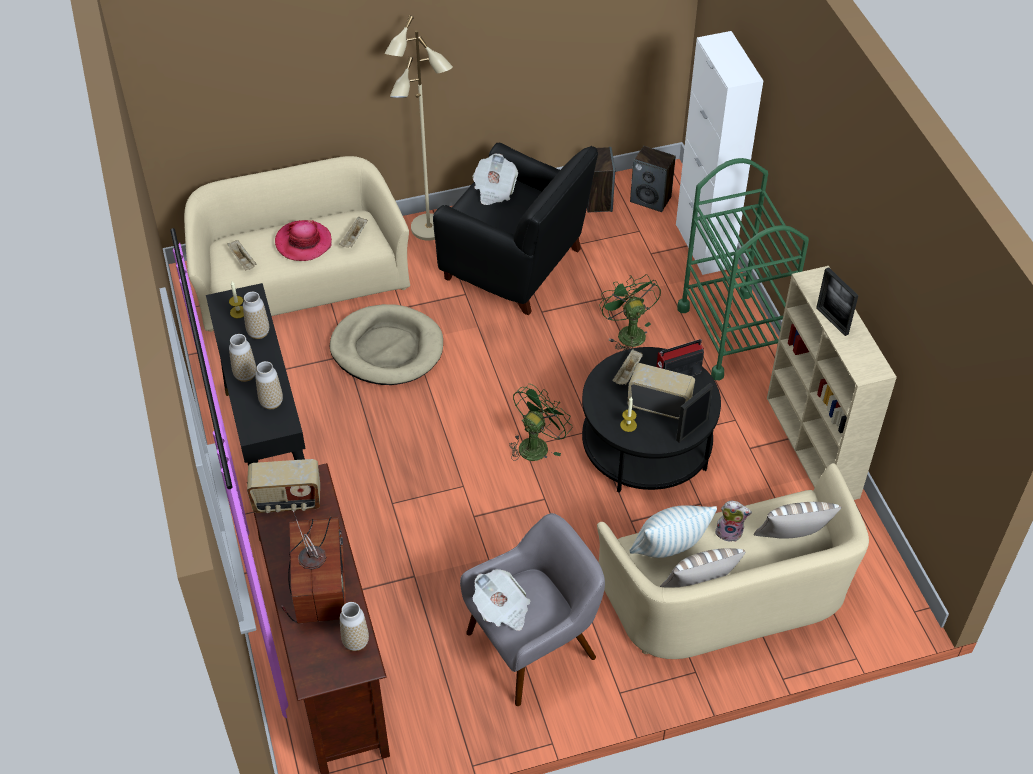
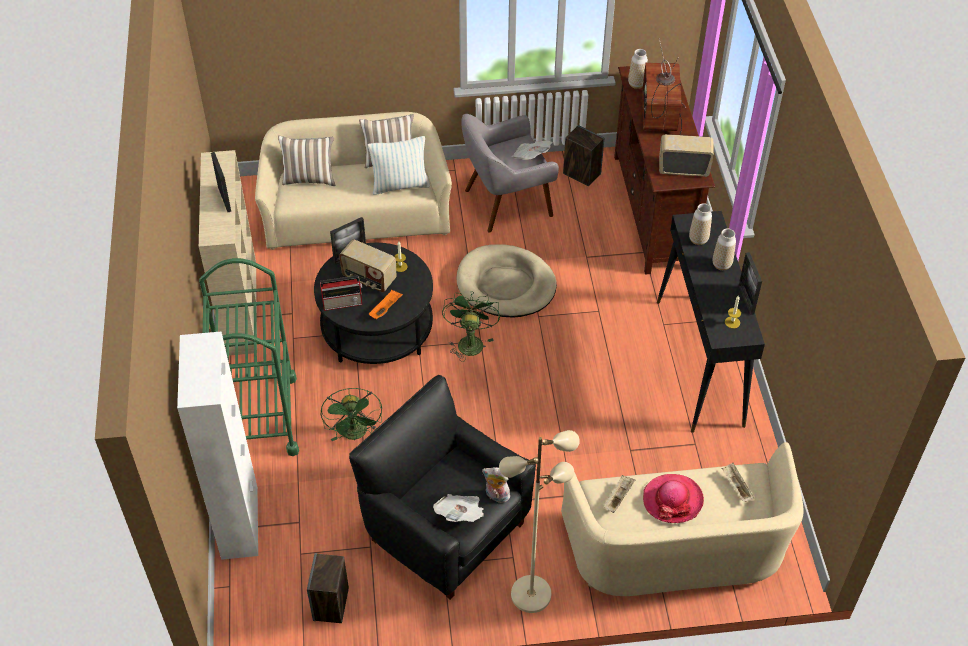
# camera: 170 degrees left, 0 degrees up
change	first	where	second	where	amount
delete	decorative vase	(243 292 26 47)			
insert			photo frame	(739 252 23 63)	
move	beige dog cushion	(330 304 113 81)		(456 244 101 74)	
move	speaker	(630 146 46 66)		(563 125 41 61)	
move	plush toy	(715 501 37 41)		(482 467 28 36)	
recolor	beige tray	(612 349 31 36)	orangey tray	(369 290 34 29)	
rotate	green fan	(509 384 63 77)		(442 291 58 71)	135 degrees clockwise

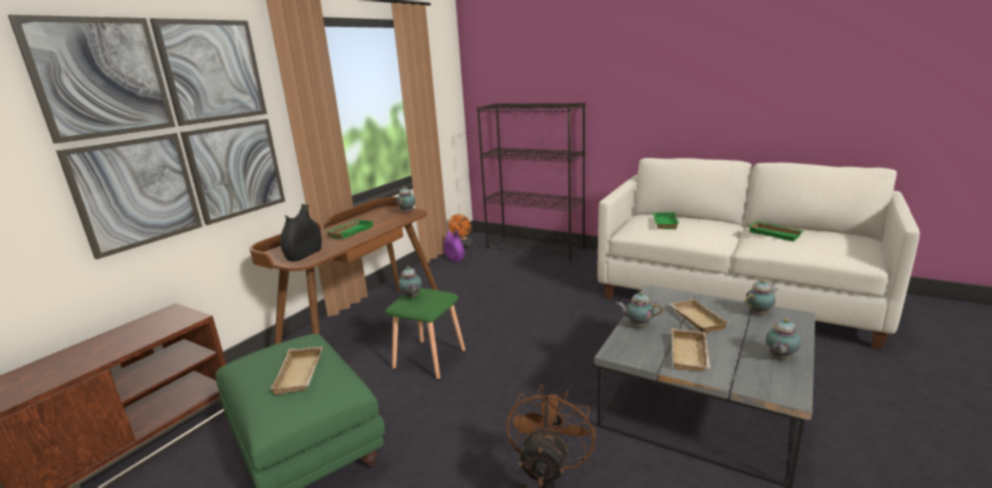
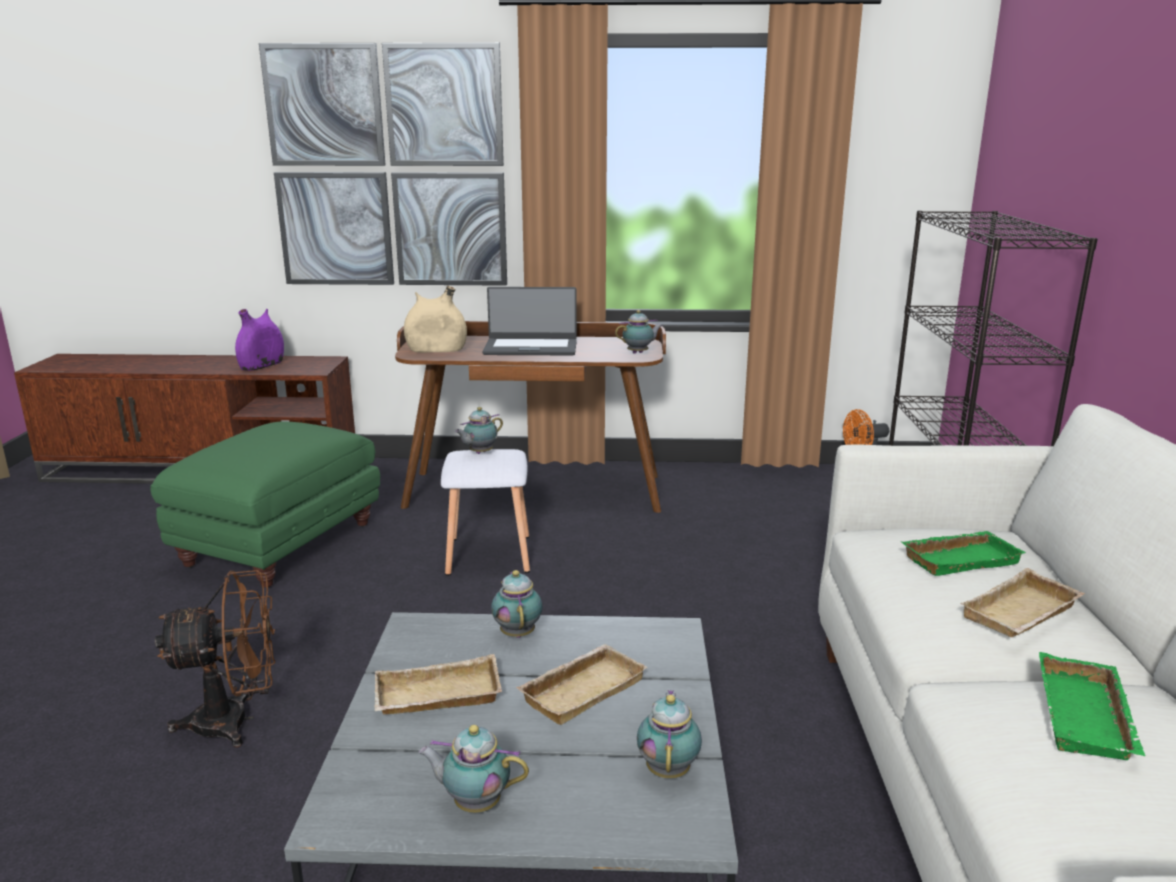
# camera: 60 degrees right, 0 degrees up
change	first	where	second	where	amount
move	beige tray	(270 346 53 49)		(960 568 125 69)	
move	purplish decorative vase	(444 230 20 32)		(235 309 49 61)	
replace	green tray	(325 220 49 19)	portable computer	(483 287 94 68)	
recolor	black-coloured decorative vase	(280 204 42 57)	beige decorative vase	(404 286 63 67)	
recolor	green stool	(385 288 80 92)	white-coloured stool	(441 449 89 127)	
rotate	tea pot	(745 280 33 35)		(637 690 65 88)	120 degrees counterclockwise

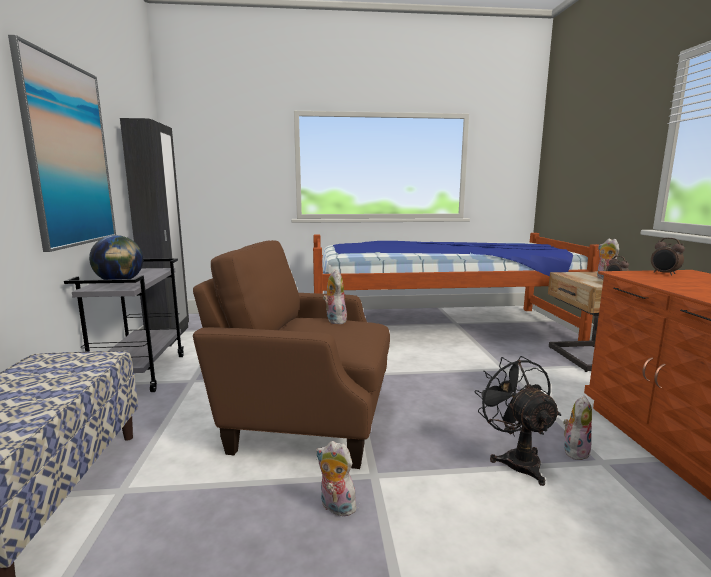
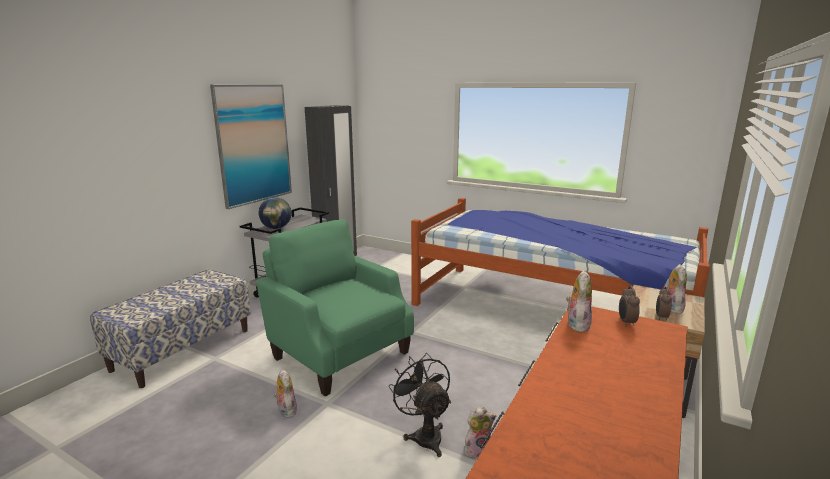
# camera: 35 degrees right, 5 degrees up
change	first	where	second	where	amount
move	plush toy	(323 269 24 55)		(566 270 26 62)	
recolor	brown-coloured armchair	(193 240 197 229)	green armchair	(256 219 158 178)	
rotate	black-coloured fan	(474 356 87 130)		(389 353 62 104)	45 degrees counterclockwise

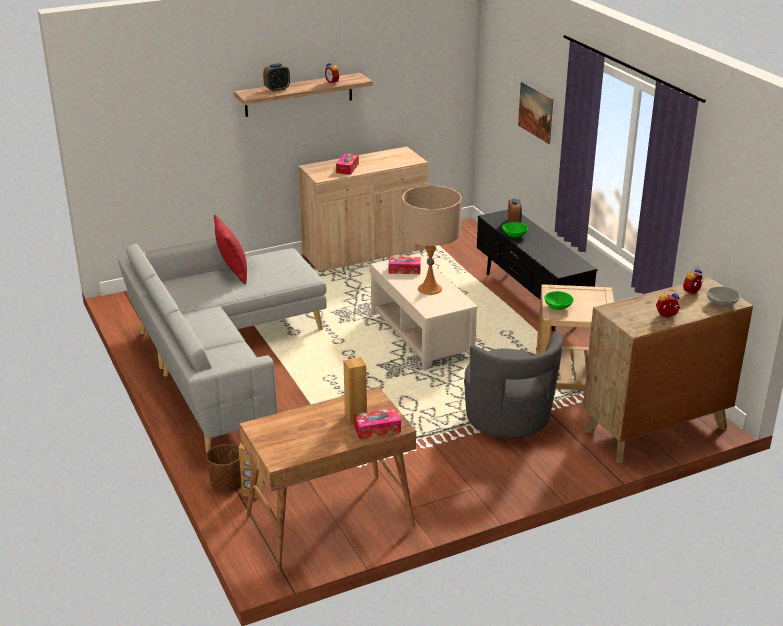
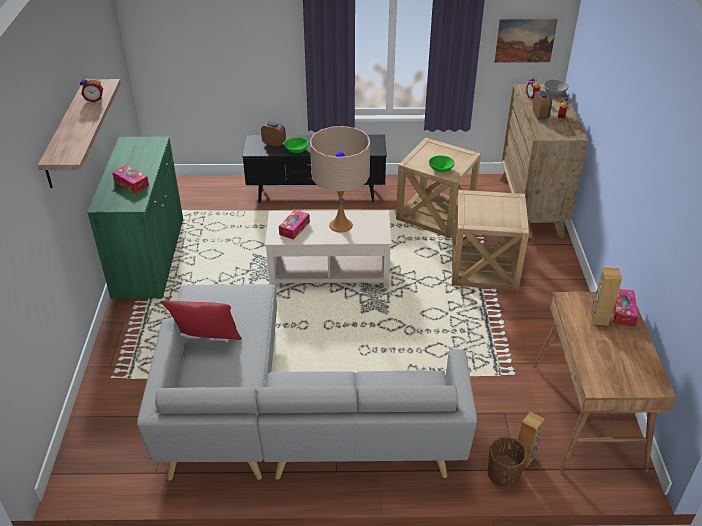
# camera: 65 degrees left, 10 degrees up
change	first	where	second	where	amount
move	bedside clock	(263 63 27 29)		(533 91 19 29)	
move	wall art	(518 81 35 63)		(494 19 64 44)	
replace	gray armchair	(464 330 99 108)	beige side table	(452 190 77 100)	
recolor	beige storage cabinet	(298 146 130 126)	green storage cabinet	(87 137 96 163)	

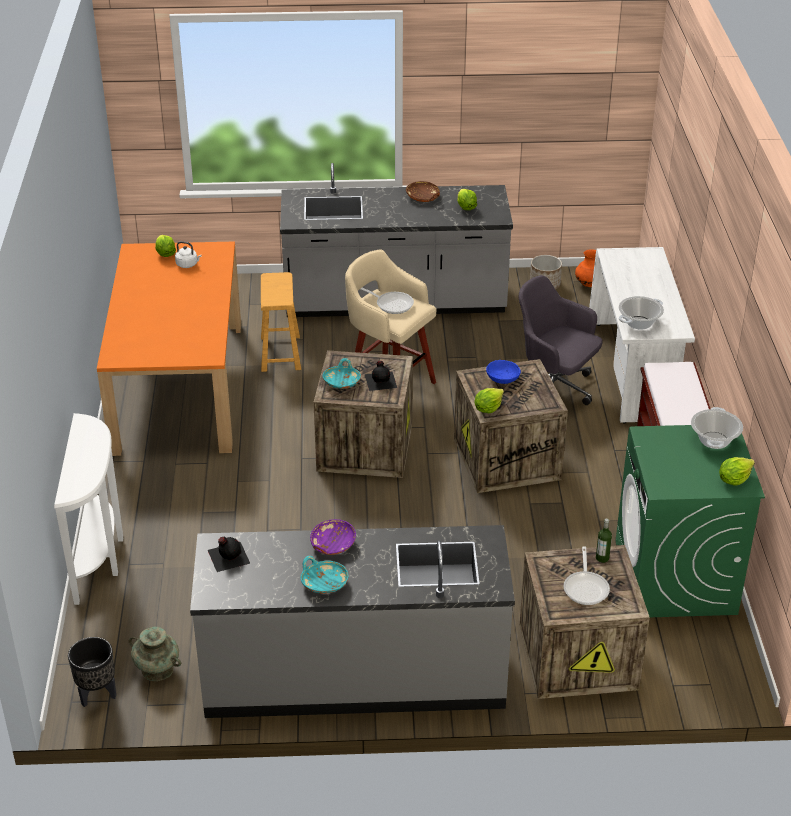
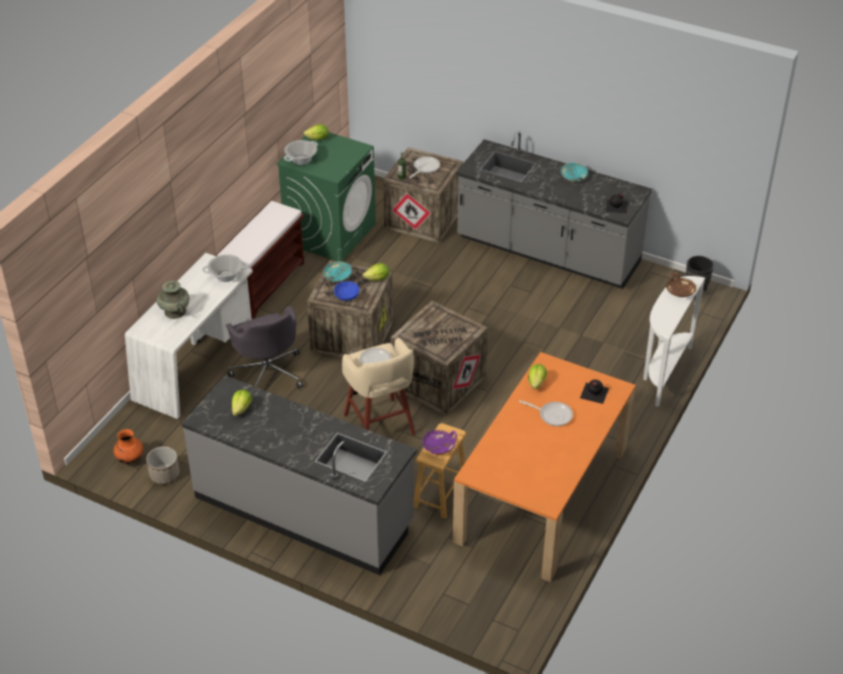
# camera: 150 degrees left, 5 degrees up
change	first	where	second	where	amount
delete	white-coloured water kettle	(175 241 27 27)			
insert			pan	(519 400 54 26)	
move	blue-green decorative vase	(129 627 52 54)		(157 281 33 38)	
move	lettuce head	(155 235 21 22)		(528 364 19 25)	
move	purplish bowl	(310 519 46 36)		(422 430 35 25)	
move	blue-green bowl	(323 358 38 31)		(323 261 29 22)	
move	black-coloured beverage bottle	(365 361 32 30)		(580 380 29 24)	
move	brown-coloured bowl	(406 181 34 21)		(666 272 30 25)	

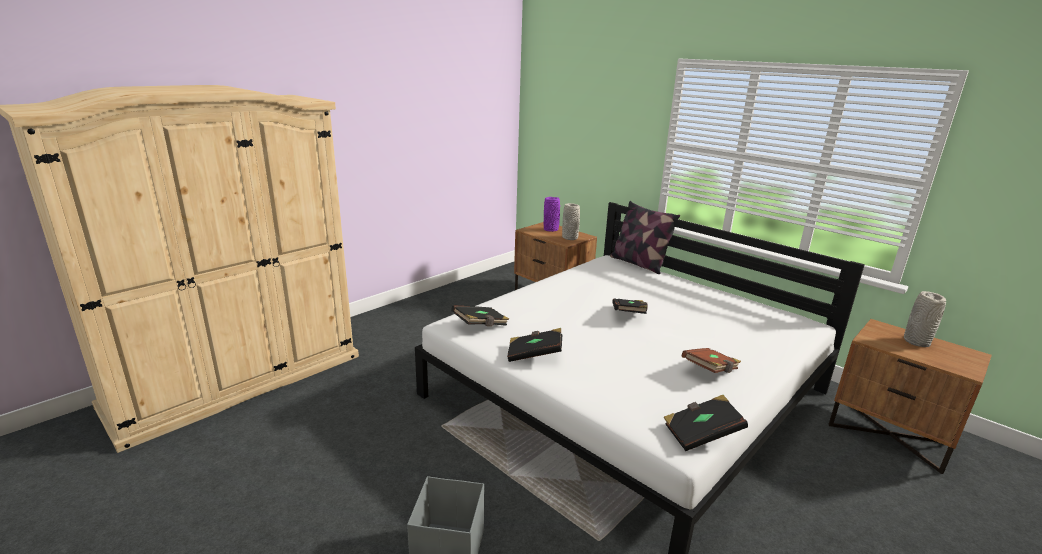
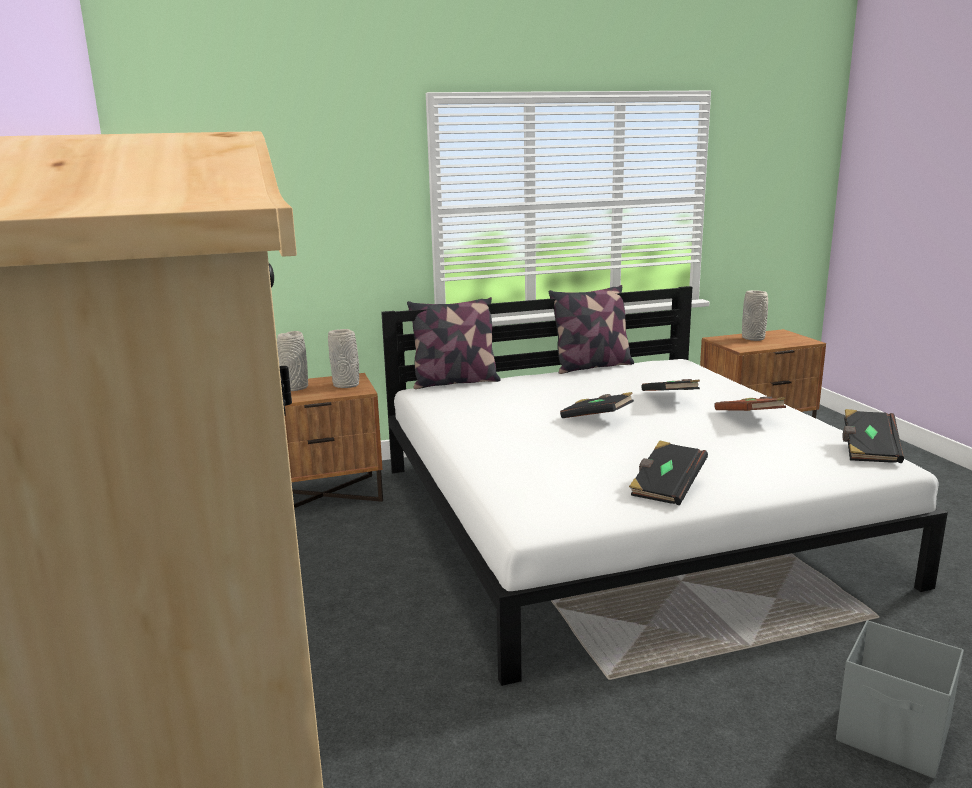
# camera: 60 degrees left, 5 degrees down
change	first	where	second	where	amount
insert			cushion	(549 285 85 89)	
move	black-coloured bound book	(451 305 58 21)		(641 379 59 12)	
recolor	purplish decorative vase	(543 197 17 35)	gray decorative vase	(277 331 31 60)	

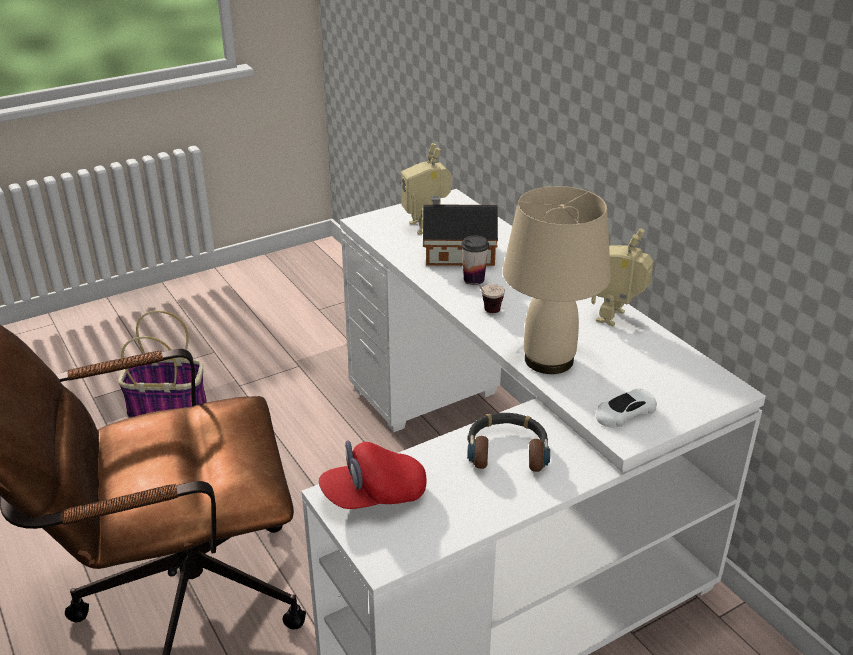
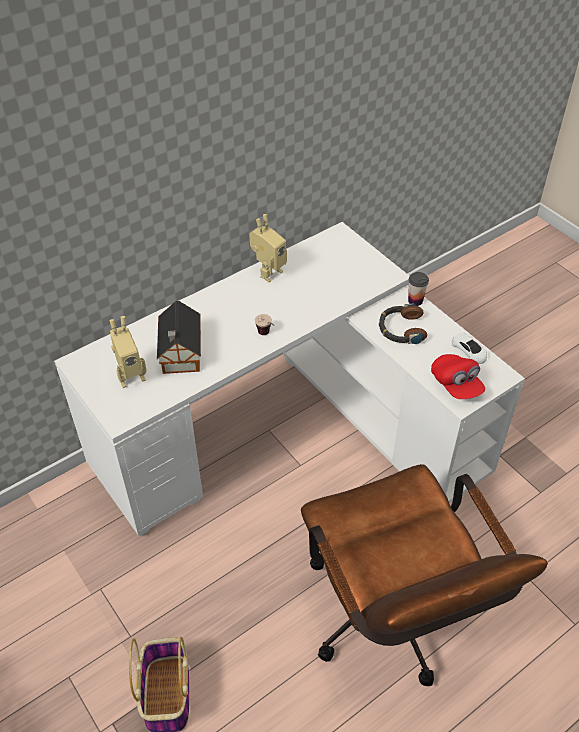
# camera: 95 degrees left, 15 degrees up
change	first	where	second	where	amount
delete	beige lamp for a table	(503 186 108 188)			
move	drinking cup	(461 235 28 50)		(408 272 21 34)	
move	white-coloured toy car	(596 388 61 40)		(452 332 35 32)	
rotate	robot figure	(591 228 63 98)		(249 214 38 69)	75 degrees counterclockwise

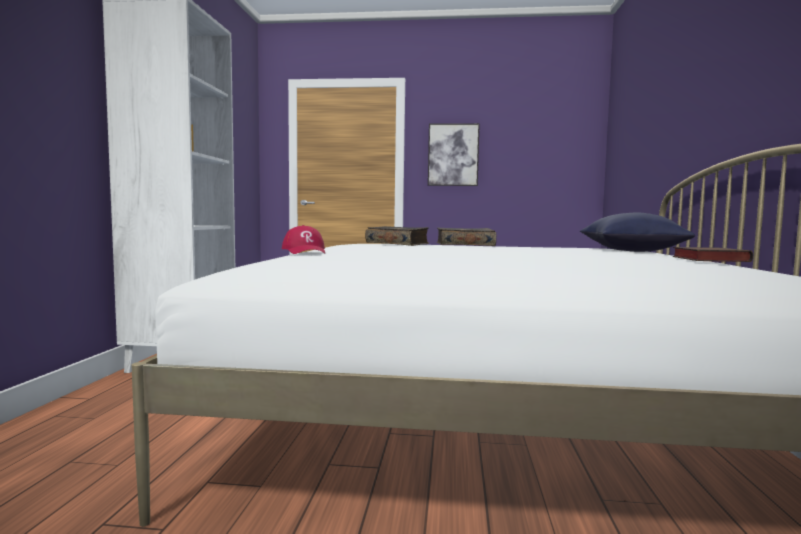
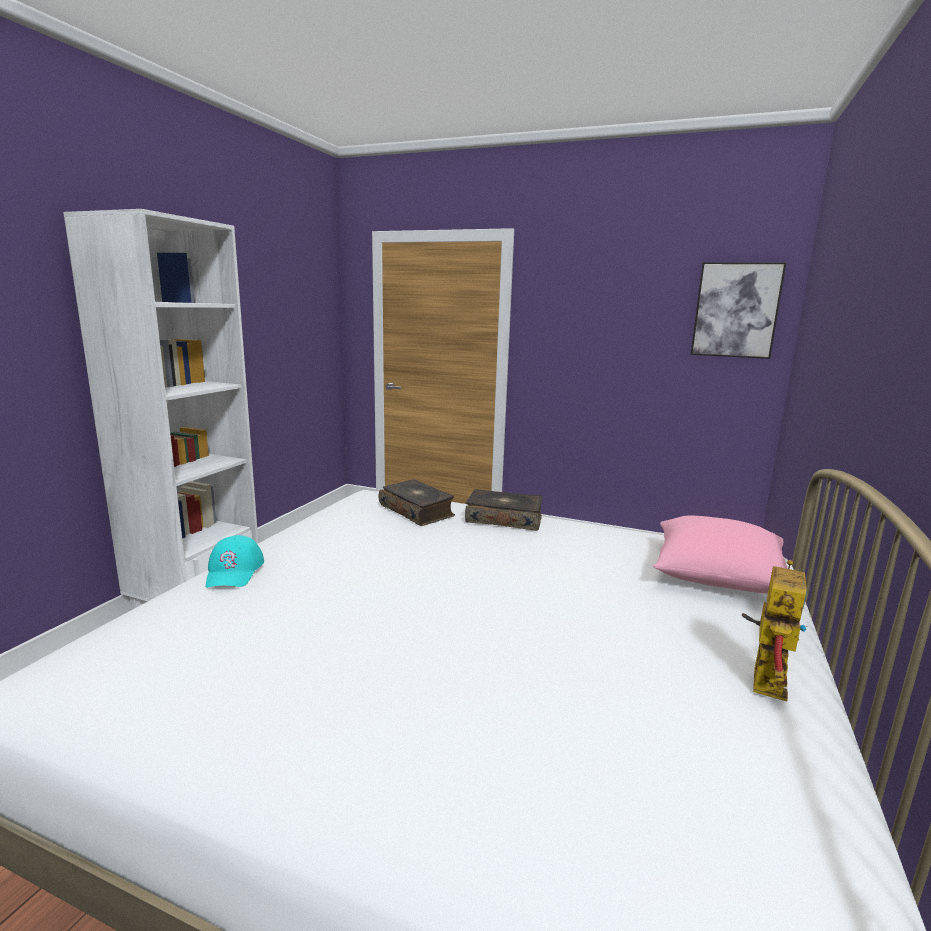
# camera: 15 degrees right, 10 degrees up
change	first	where	second	where	amount
move	wall art	(428 123 52 63)		(691 262 95 97)	
replace	bound book	(672 247 81 15)	robot figure	(742 560 65 141)	
recolor	red-coloured cap	(282 225 43 29)	blue-green cap	(205 535 59 53)	
recolor	blue cushion	(580 213 115 39)	pink cushion	(653 515 135 79)	

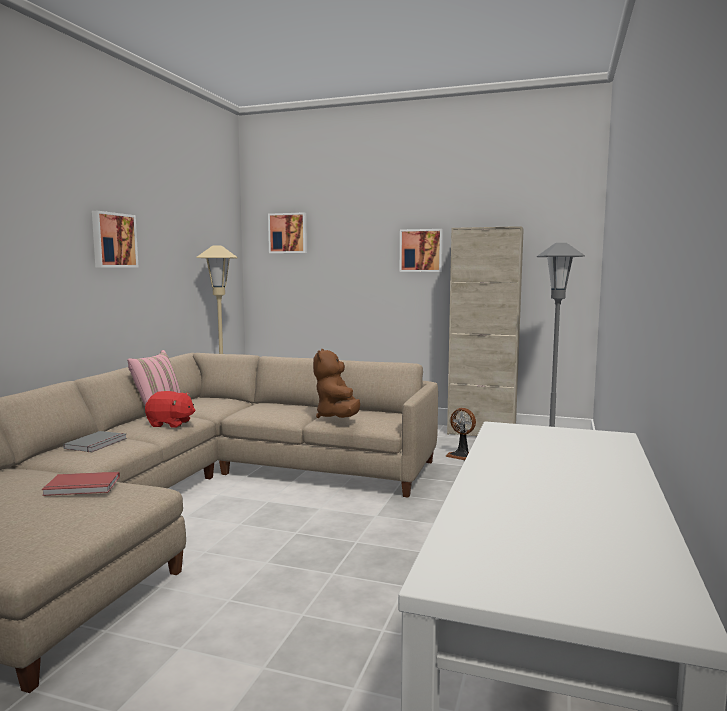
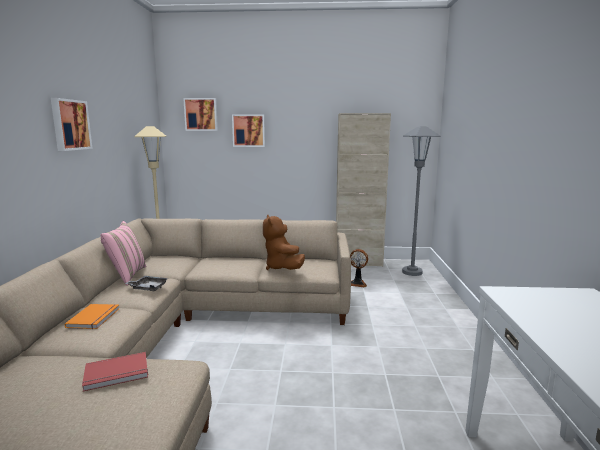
# camera: 15 degrees left, 5 degrees up
change	first	where	second	where	amount
move	wall art	(400 229 43 43)		(232 114 33 33)	
replace	red-coloured plush toy	(145 391 50 37)	gray tray	(125 276 44 15)	
recolor	gray bound book	(63 431 64 21)	orangey bound book	(65 304 55 25)	

